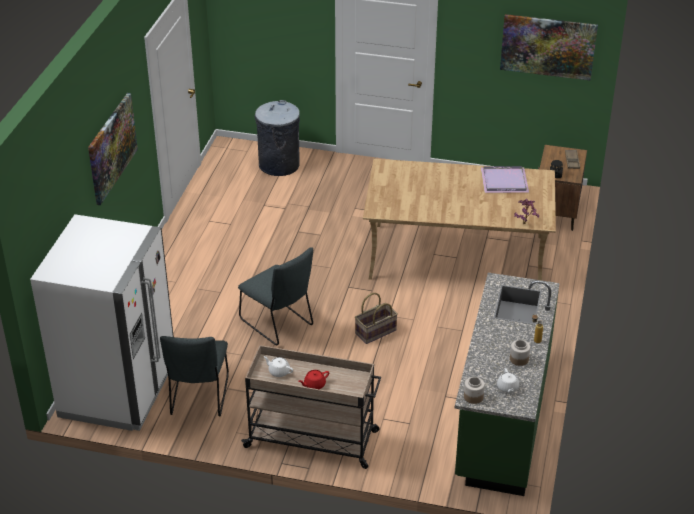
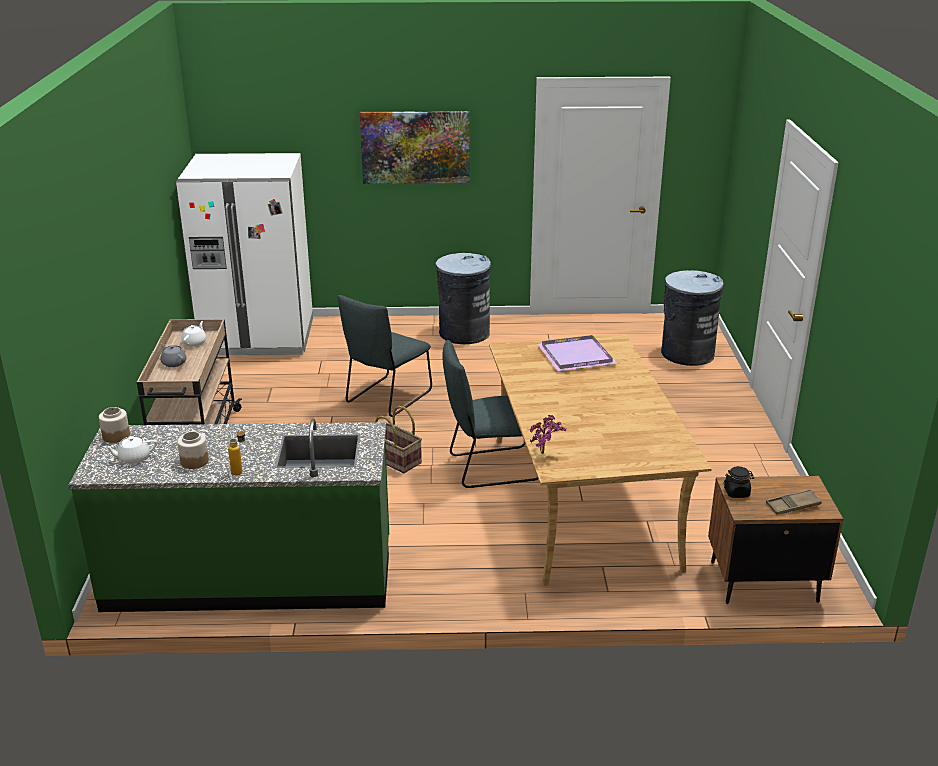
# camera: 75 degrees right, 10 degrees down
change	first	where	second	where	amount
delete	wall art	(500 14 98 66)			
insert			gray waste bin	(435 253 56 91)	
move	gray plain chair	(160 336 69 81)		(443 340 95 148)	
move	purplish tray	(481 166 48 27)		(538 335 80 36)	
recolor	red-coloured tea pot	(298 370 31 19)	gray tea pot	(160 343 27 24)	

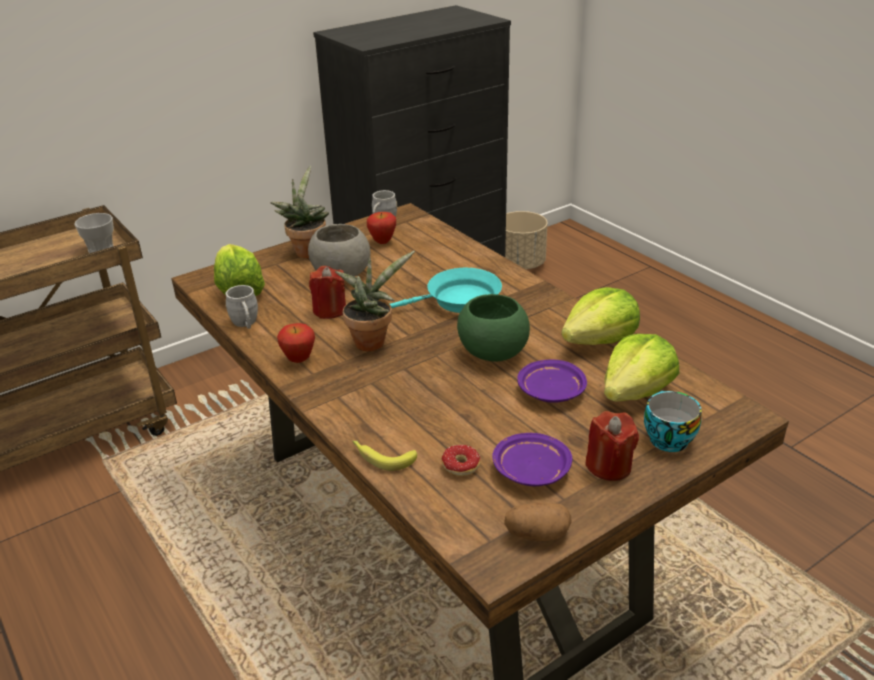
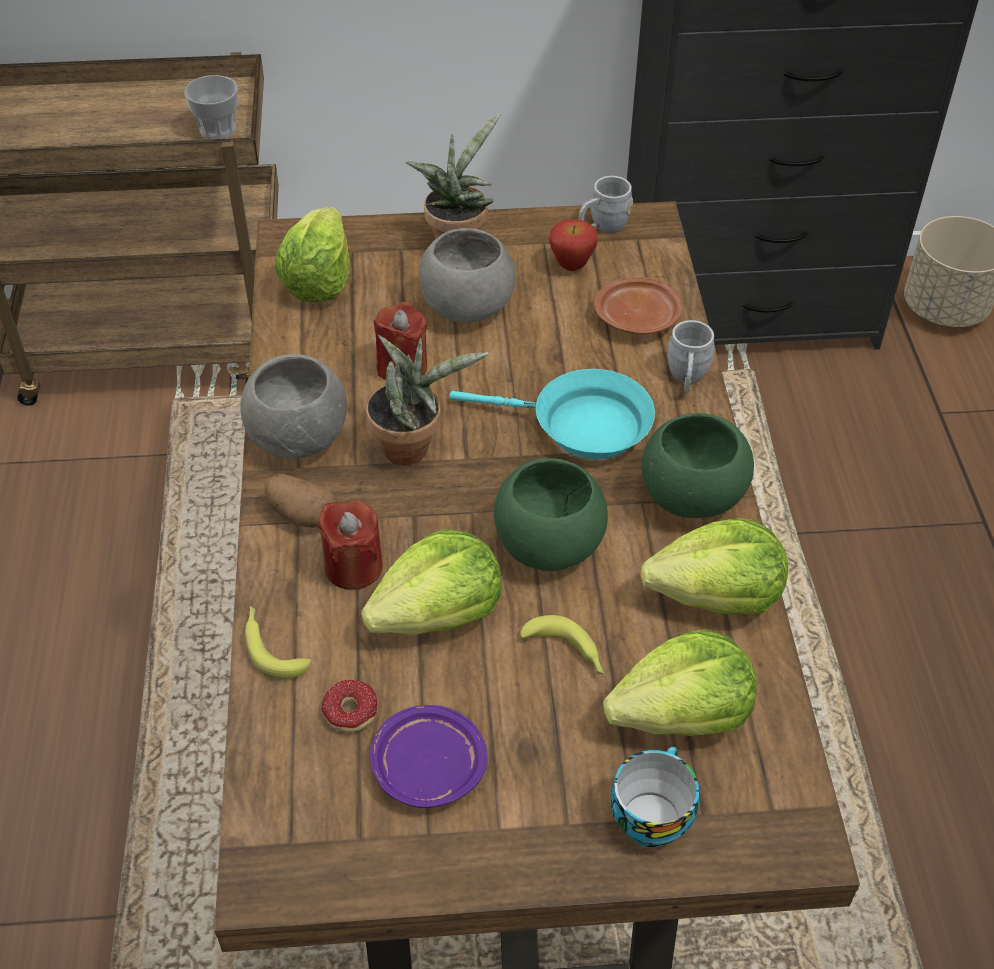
# camera: 30 degrees right, 15 degrees up
change	first	where	second	where	amount
insert			lettuce head	(361 529 141 106)	
insert			brown-coloured plate	(594 277 89 57)	
insert			green bowl	(642 413 112 105)	
move	gray mug	(225 285 33 44)		(667 320 48 73)	
move	spud	(504 503 68 38)		(265 474 74 54)	
move	red-coloured wax candle	(585 411 54 70)		(318 500 65 90)	
replace	apple	(277 323 38 40)	gray bowl	(240 354 107 104)	
replace	purplish plate	(517 360 70 43)	banana	(520 615 85 59)	

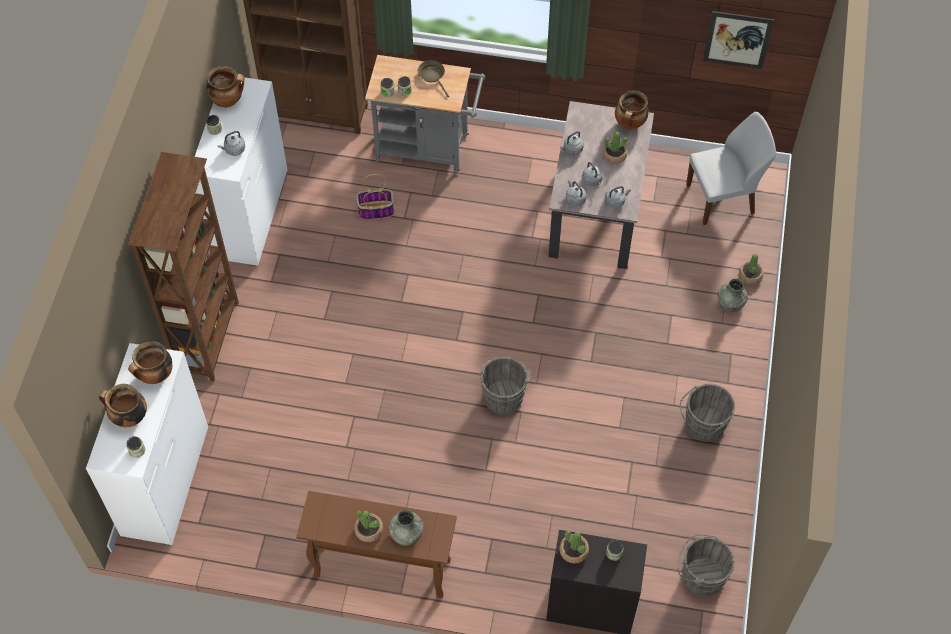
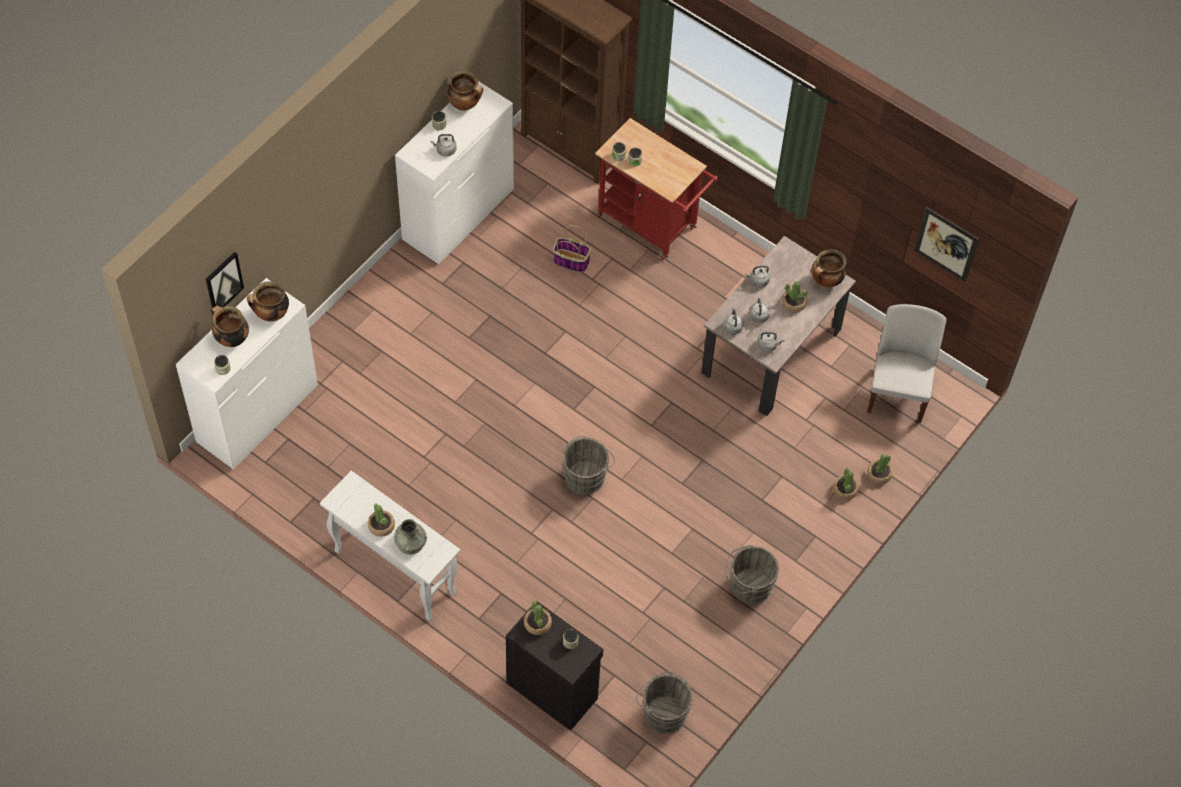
# camera: 25 degrees right, 0 degrees up
change	first	where	second	where	amount
delete	brown-coloured shelving unit	(128 152 111 229)			
delete	brown-coloured pan	(418 60 31 37)			
insert			wall art	(205 252 39 56)	
replace	gray decorative vase	(717 278 31 34)	plant in a pot	(833 468 26 32)	
recolor	brown-coloured console table	(296 491 161 107)	white-coloured console table	(320 471 140 150)	
recolor	gray cart	(365 55 120 119)	red-coloured cart	(595 118 123 142)	
rotate	white-coloured plain chair	(686 112 90 113)		(867 304 79 119)	90 degrees counterclockwise

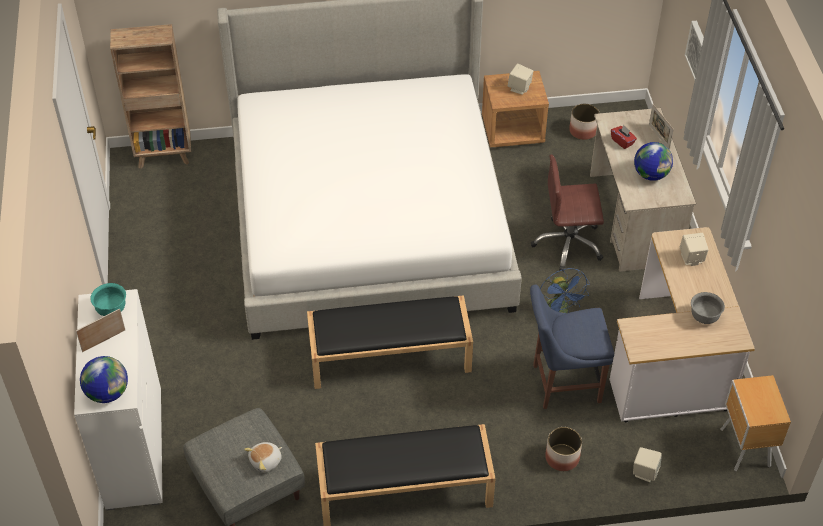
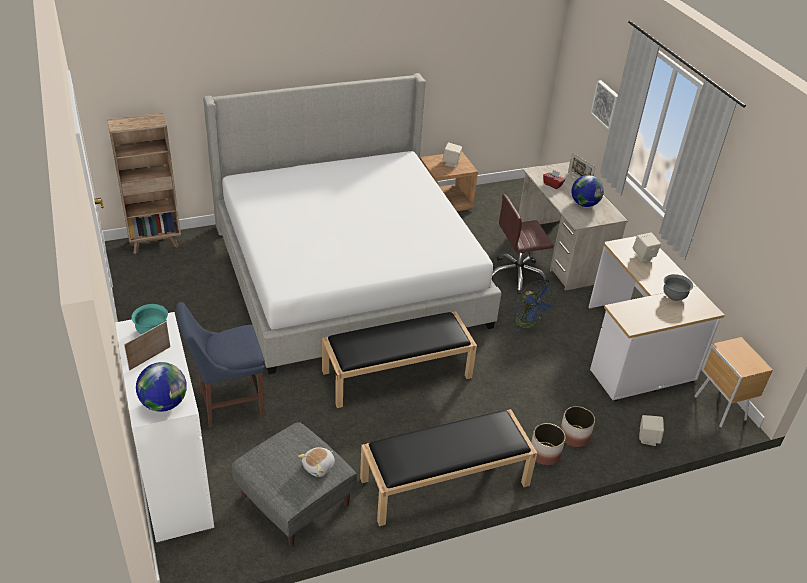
# camera: 15 degrees left, 10 degrees down
change	first	where	second	where	amount
move	blue plain chair	(530 285 84 124)		(176 302 89 126)	
move	plant pot	(569 104 30 36)		(531 423 34 42)	

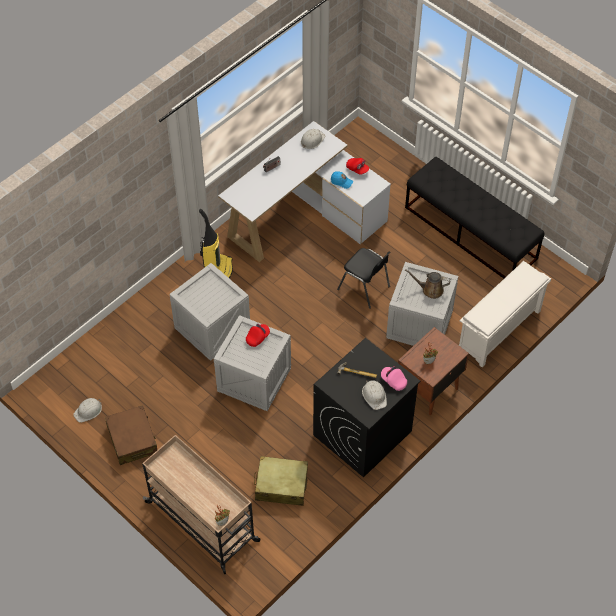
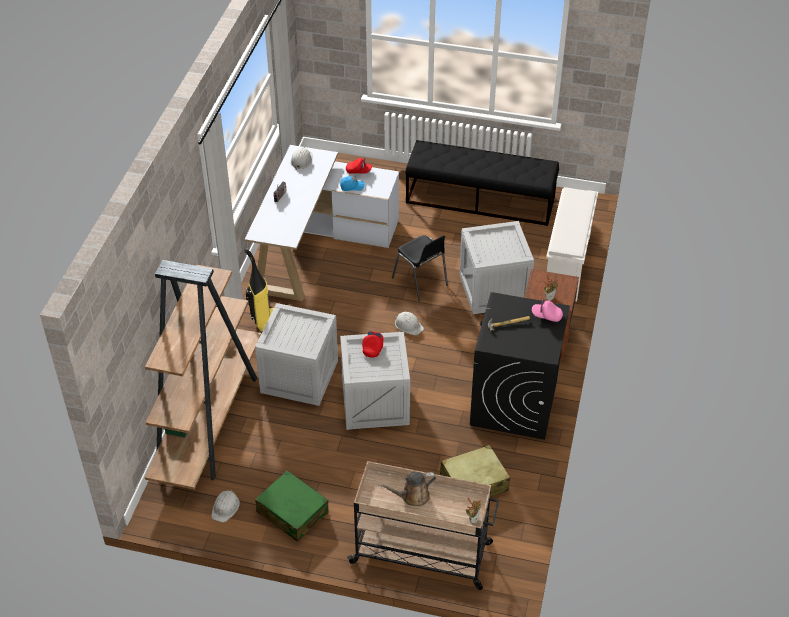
# camera: 30 degrees left, 10 degrees down
change	first	where	second	where	amount
insert			brown-coloured shelving unit	(145 260 116 229)	
move	white-coloured safety helmet	(362 380 25 30)		(395 312 29 23)	
move	brown-coloured watering can	(405 269 46 30)		(378 472 58 34)	
recolor	brown-coloured piece of luggage	(105 405 52 60)	green piece of luggage	(255 470 74 72)	
rotate	black-coloured plain chair	(337 248 54 61)		(392 235 56 66)	45 degrees clockwise

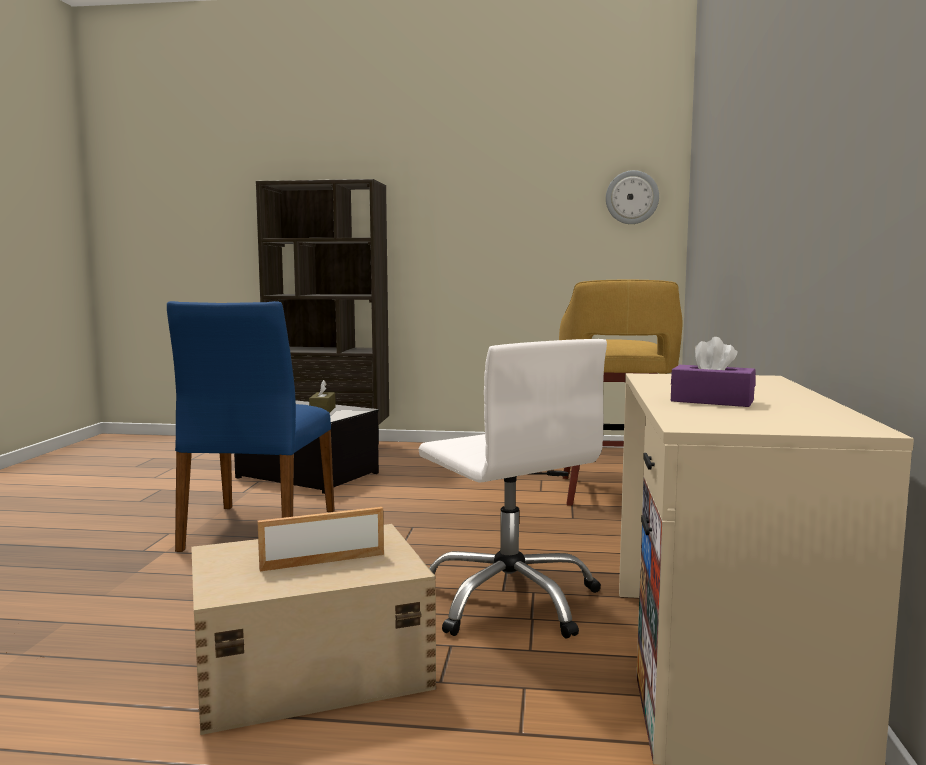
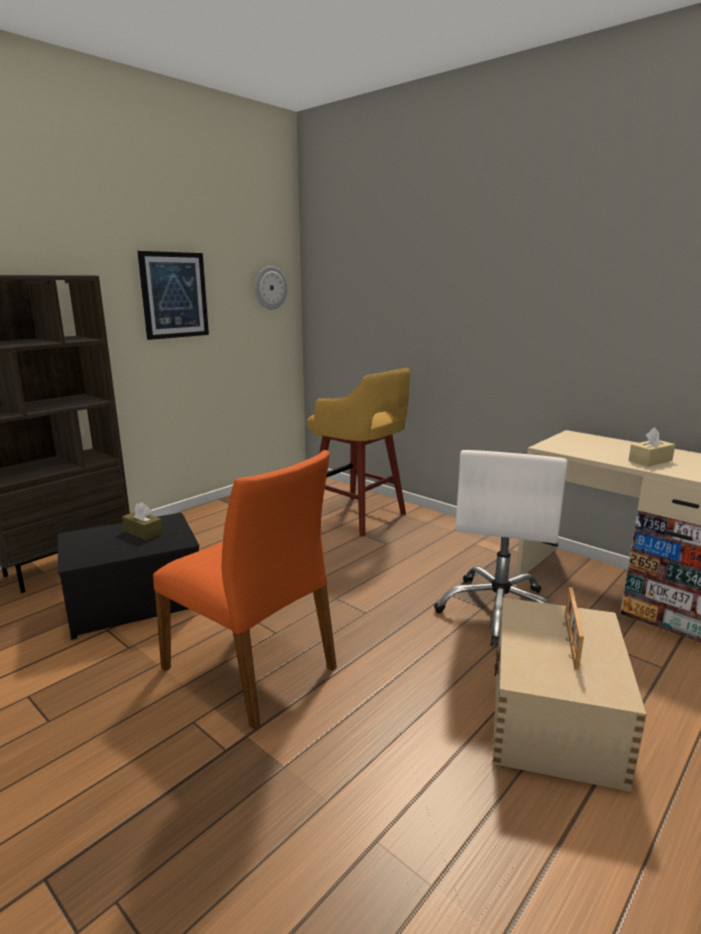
# camera: 55 degrees left, 10 degrees up
change	first	where	second	where	amount
insert			wall art	(137 251 72 89)	
recolor	blue plain chair	(167 301 168 251)	orangey plain chair	(153 450 184 279)	
recolor	purplish tissue box	(671 337 85 70)	beige tissue box	(628 427 47 40)	
rotate	white-coloured office chair	(419 339 188 300)		(434 450 134 196)	105 degrees clockwise

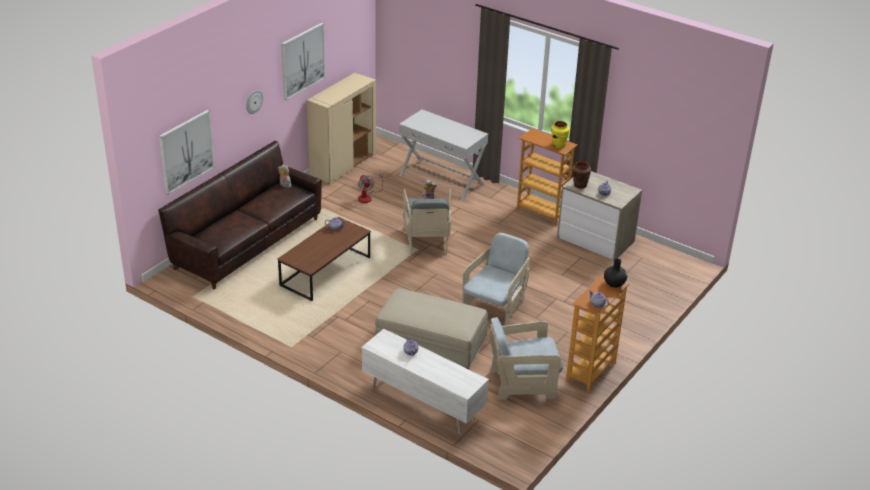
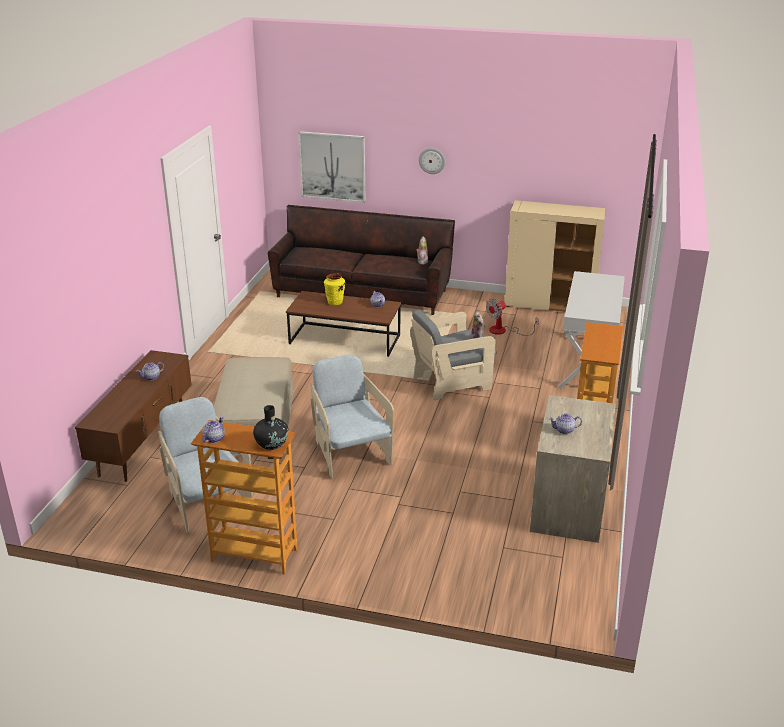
# camera: 70 degrees right, 5 degrees down
change	first	where	second	where	amount
delete	wall art	(281 23 45 77)			
delete	brown-coloured decorative vase	(573 161 18 28)			
move	yellow-coloured decorative vase	(551 121 19 27)		(324 273 22 32)	
recolor	white-coloured tv stand	(361 329 128 105)	brown-coloured tv stand	(75 350 117 132)	
rotate	beige armchair	(462 233 68 93)		(310 355 84 124)	120 degrees counterclockwise

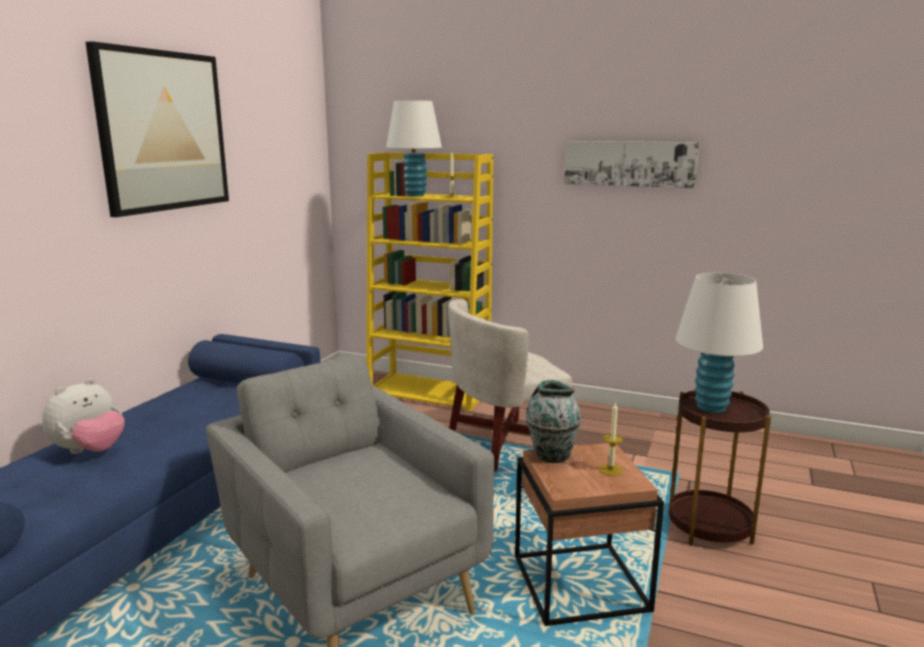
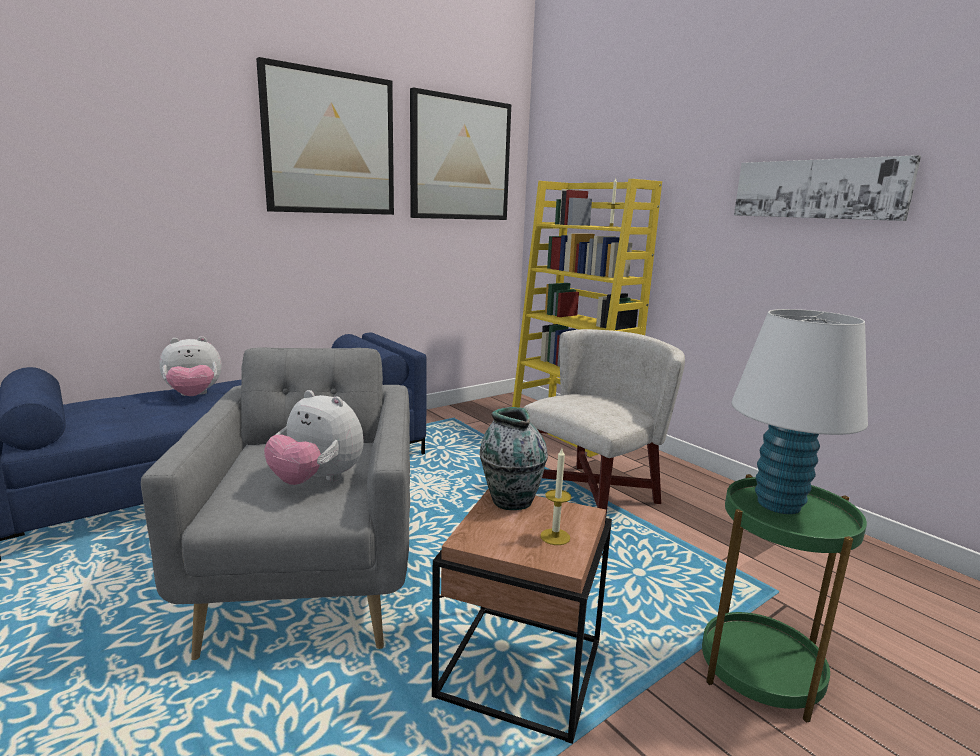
# camera: 30 degrees right, 0 degrees up
change	first	where	second	where	amount
delete	white-coloured lamp for a table	(386 100 56 96)			
insert			plush toy	(264 390 100 95)	
insert			wall art	(410 87 101 133)	
recolor	brown-coloured side table	(669 390 102 156)	green side table	(702 474 165 249)	
rotate	white-coloured armchair	(448 299 124 173)		(524 329 161 185)	135 degrees clockwise

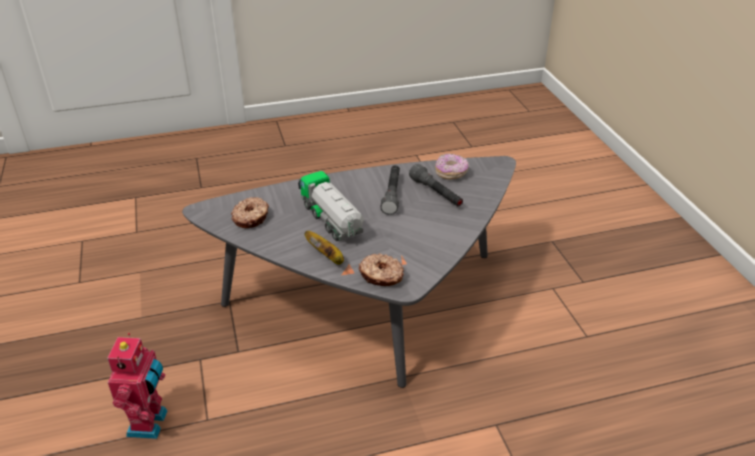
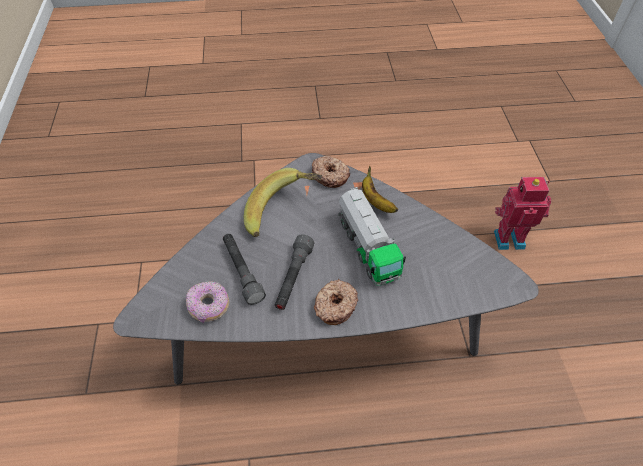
# camera: 170 degrees left, 15 degrees up
change	first	where	second	where	amount
insert			banana	(244 168 78 69)	
move	ring doughnut	(231 197 38 31)		(314 279 44 46)	
rotate	robot figure	(107 333 61 106)		(494 177 57 73)	75 degrees clockwise

